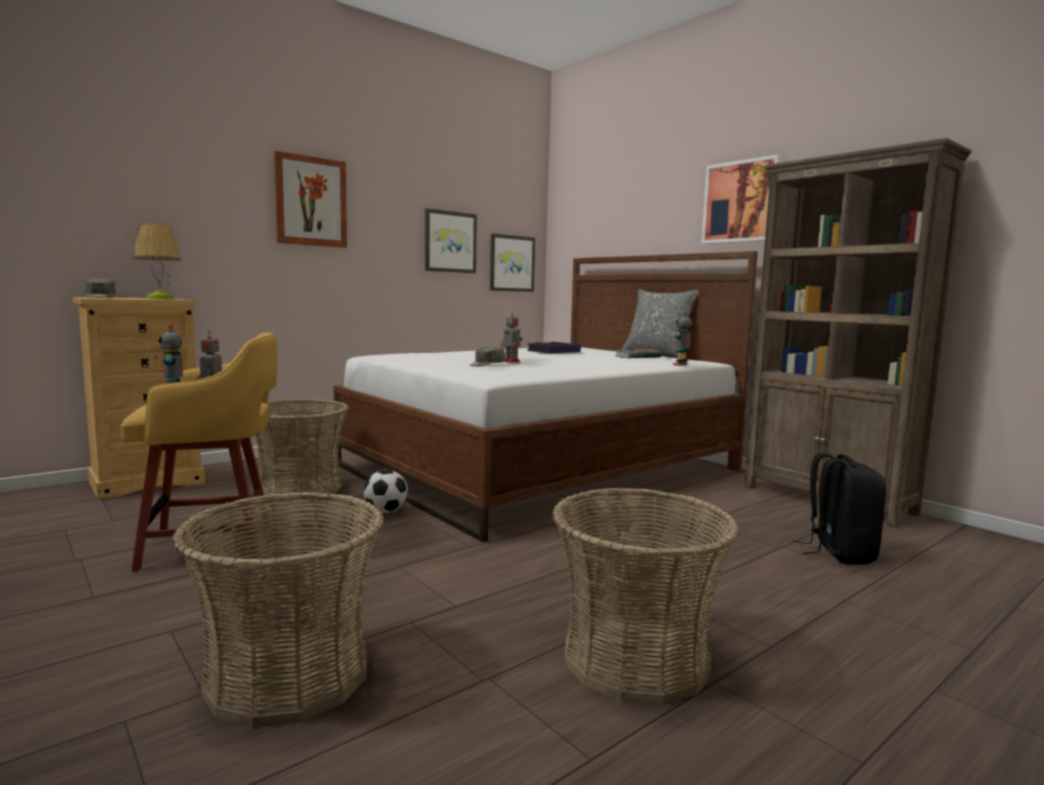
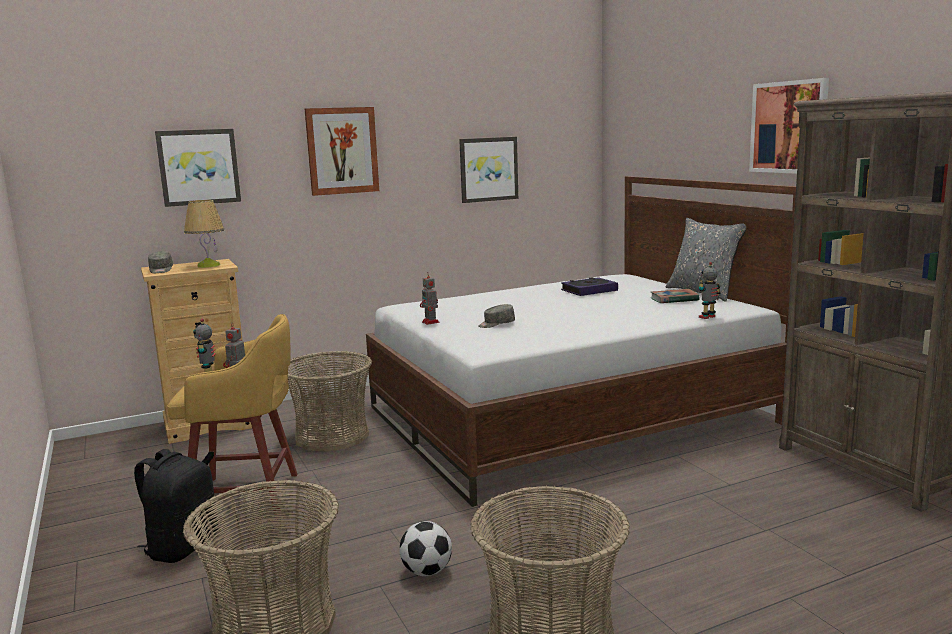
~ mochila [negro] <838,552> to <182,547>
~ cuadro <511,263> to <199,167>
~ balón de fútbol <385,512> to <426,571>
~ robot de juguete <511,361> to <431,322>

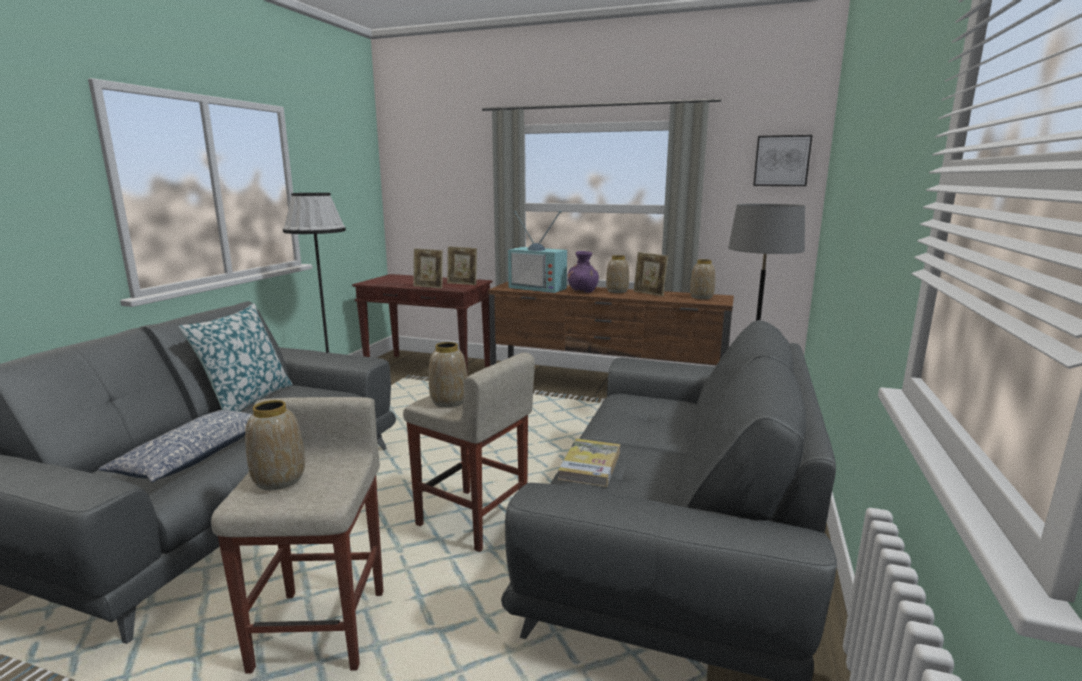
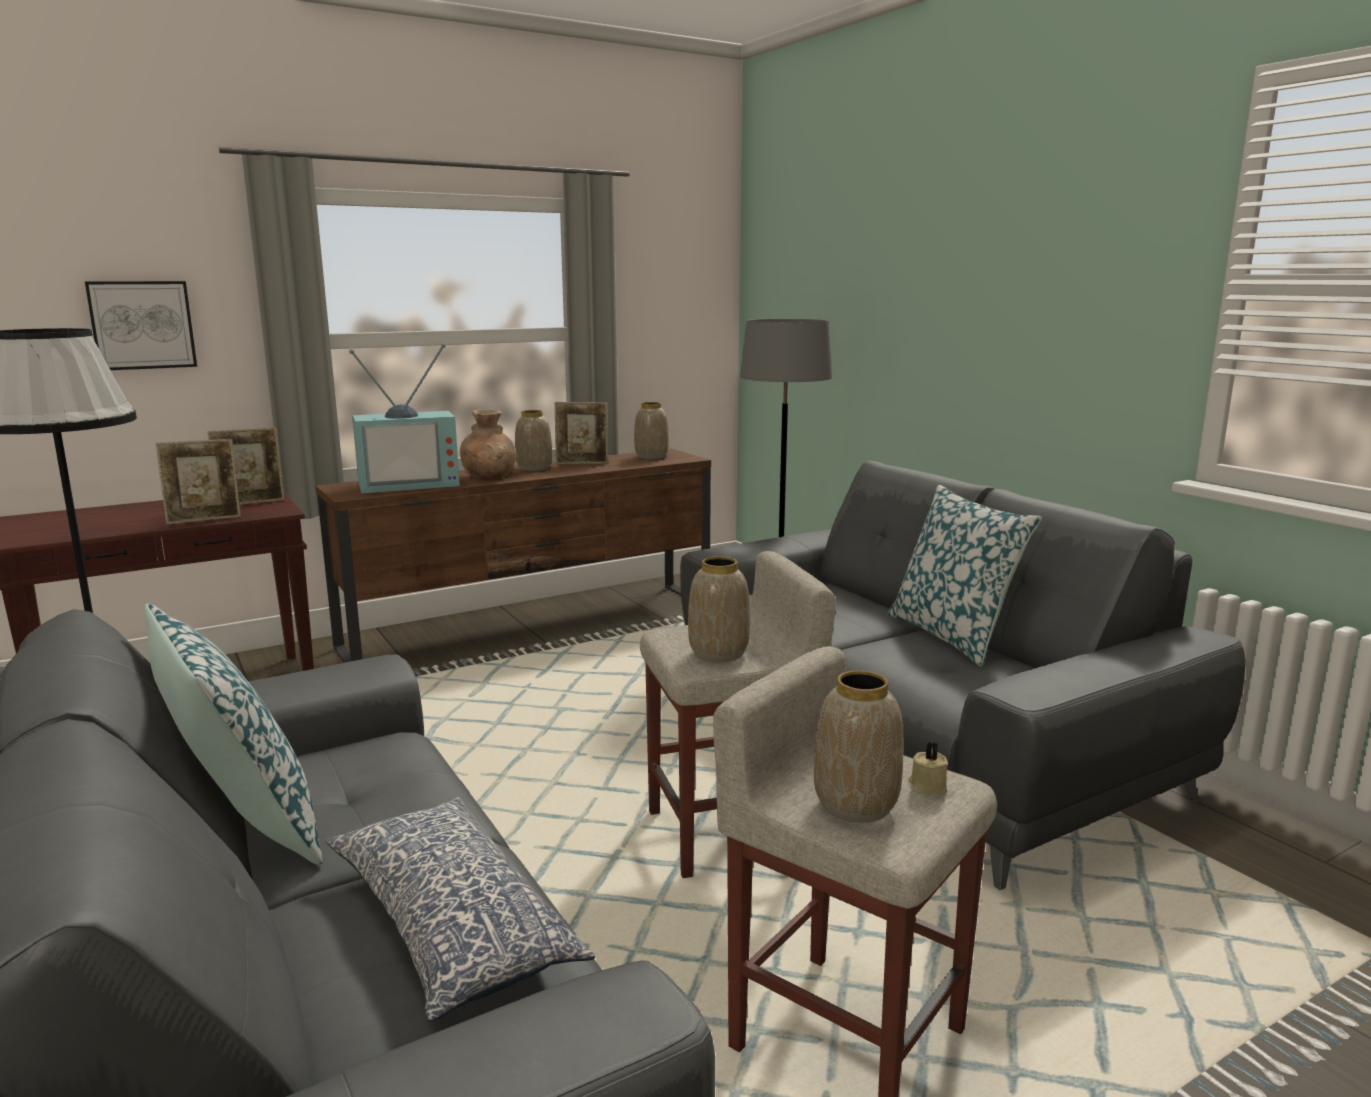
~ cuadro <781,161> to <142,325>
~ florero [morado] <583,291> to florero [marrón] <489,476>
+ cojín <953,636>
+ vela [beis] <927,786>
- libro <590,465>

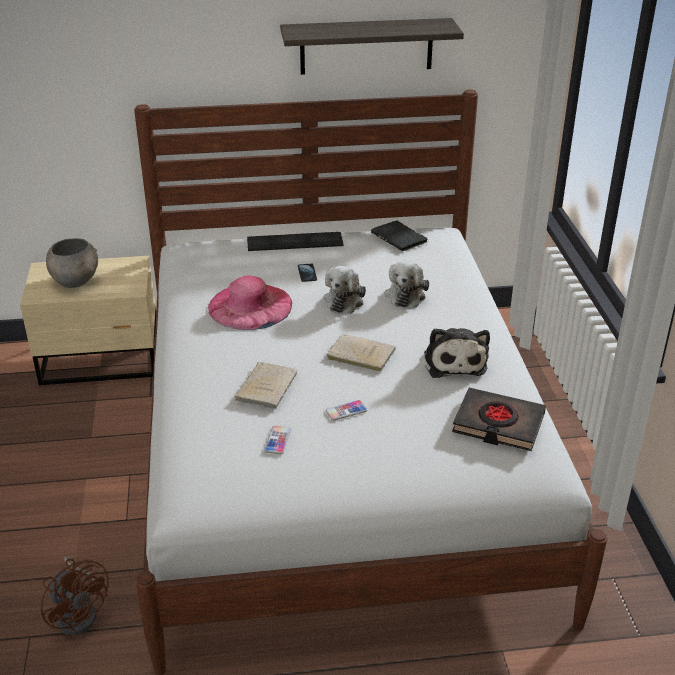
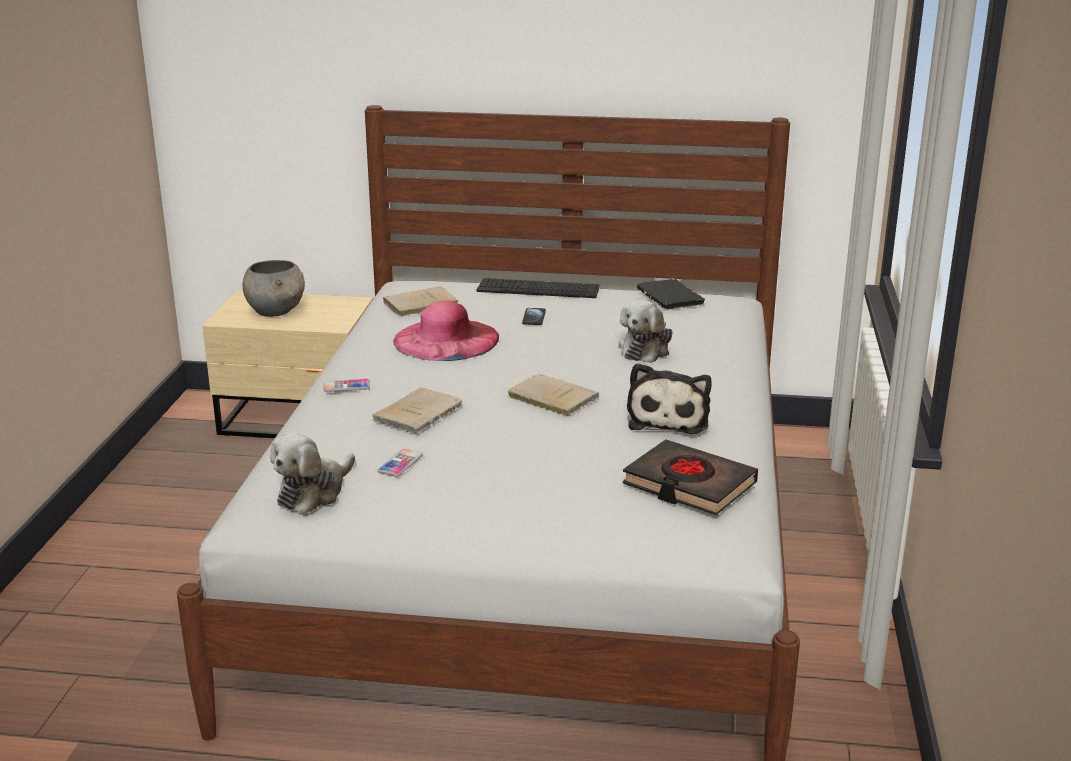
~ peluche <345,300> to <314,492>
~ móvil <346,411> to <346,386>
+ libro [beis] <418,304>
- ventilador [marrón] <80,613>
- estante <366,46>

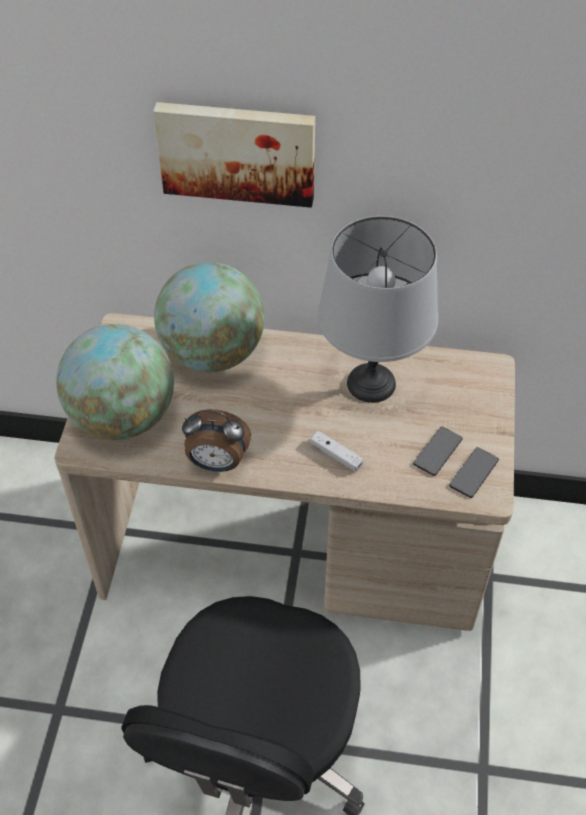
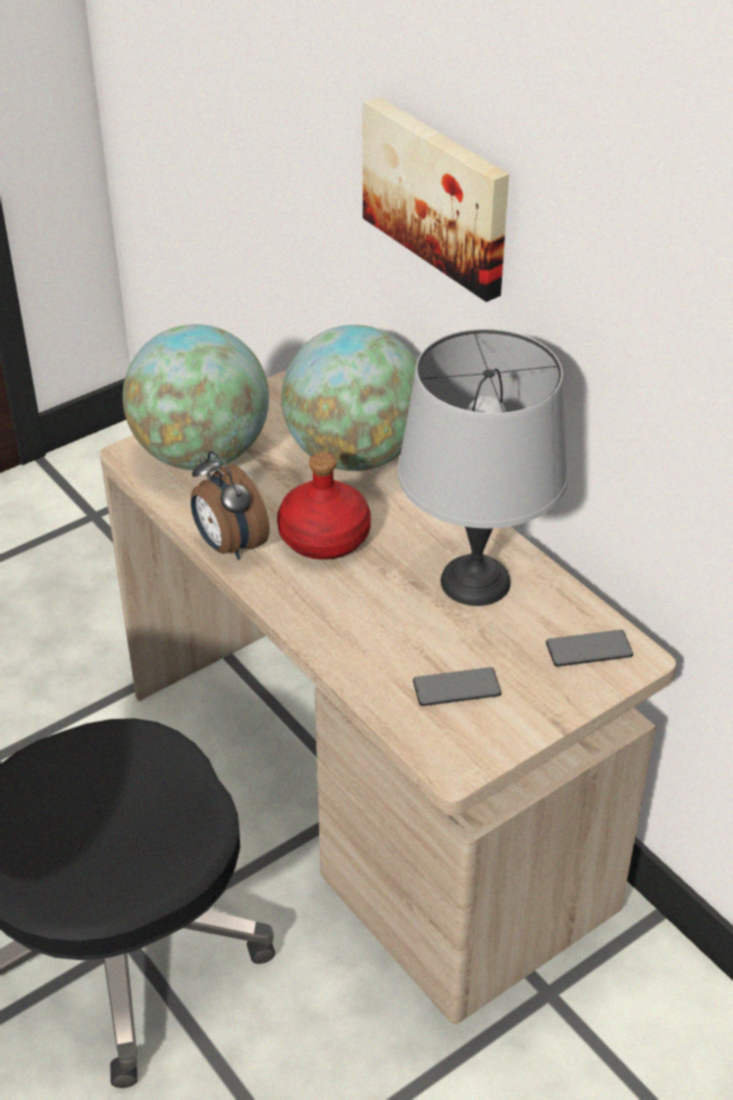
+ botella [rojo] <325,538>
~ móvil <473,473> to <589,649>
- mando de consola [blanco] <336,455>

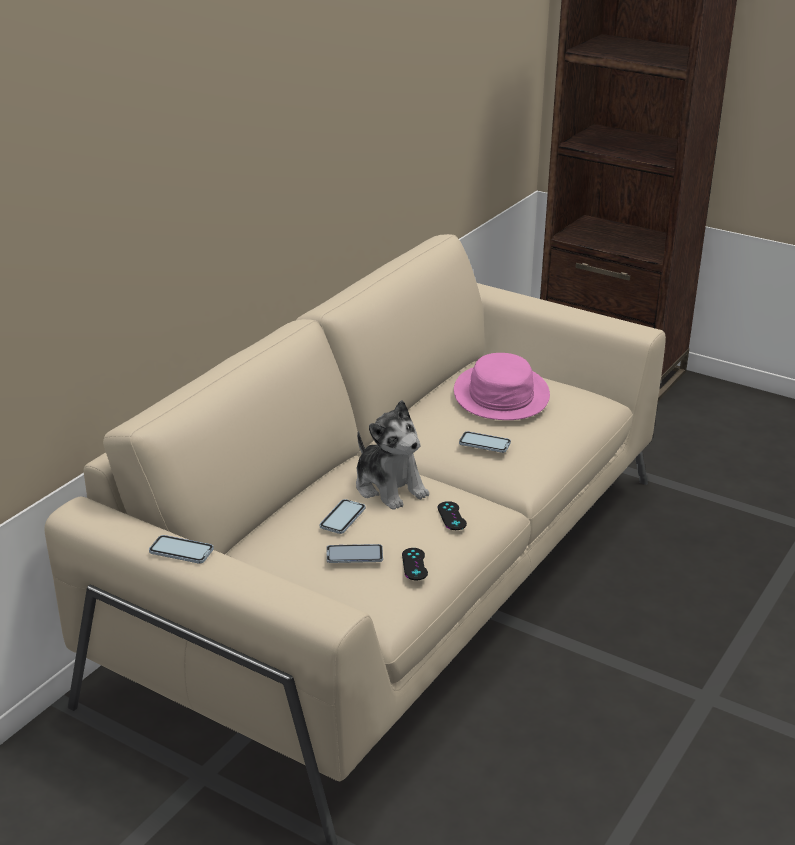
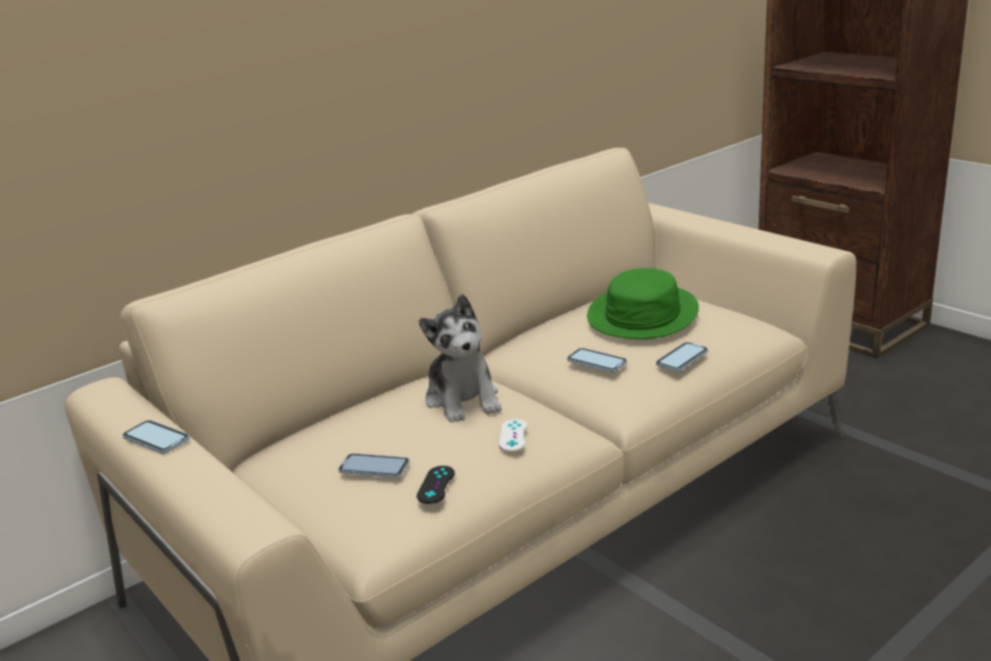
~ mando de consola [negro] <451,516> to mando de consola [blanco] <513,435>
~ sombrero [rosa] <500,395> to sombrero [verde] <642,314>
~ móvil <342,518> to <682,358>

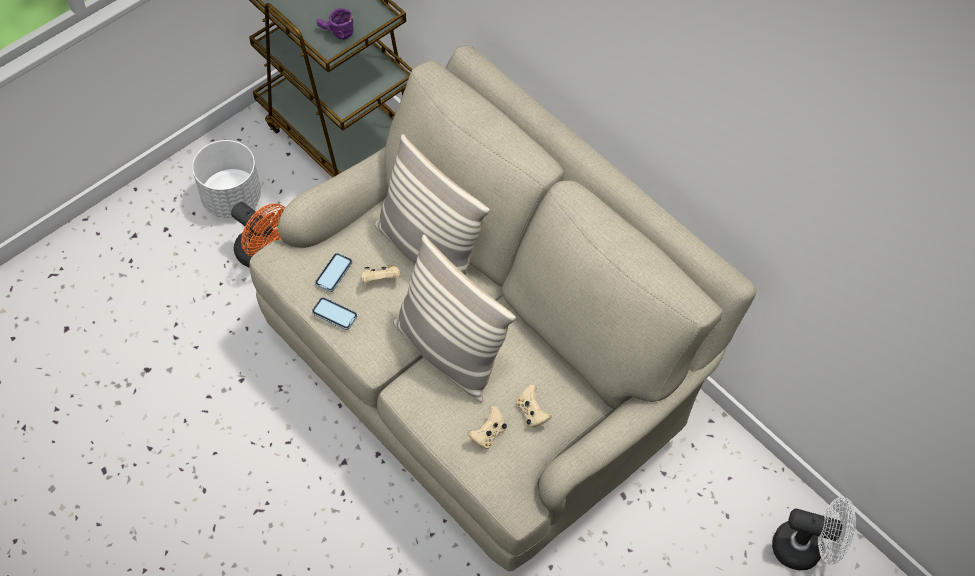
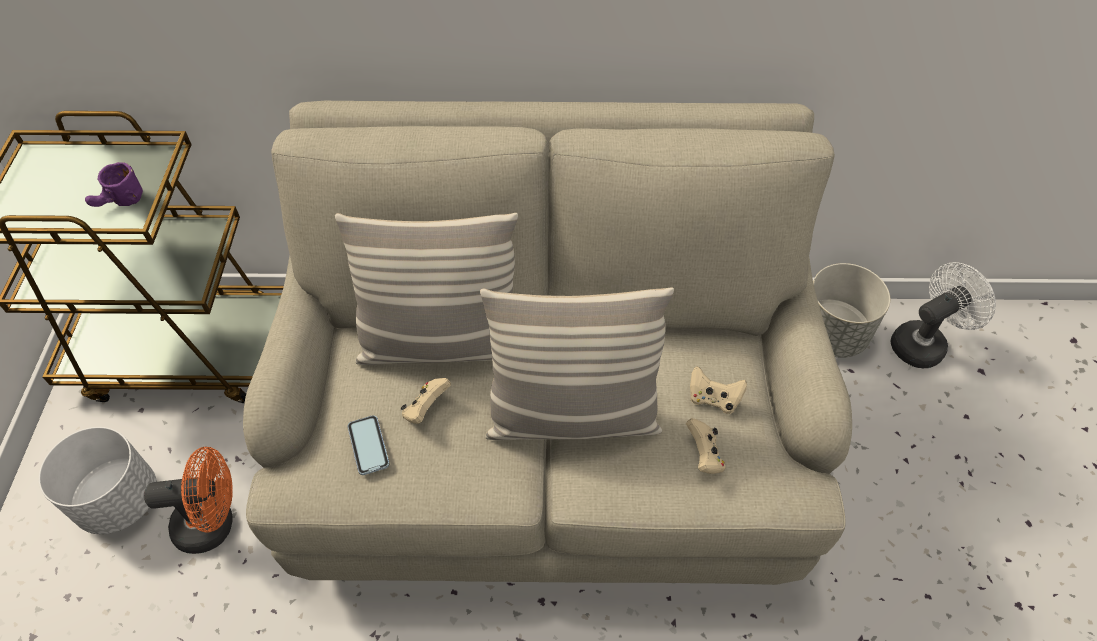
+ maceta [gris] <832,333>
- móvil <334,314>

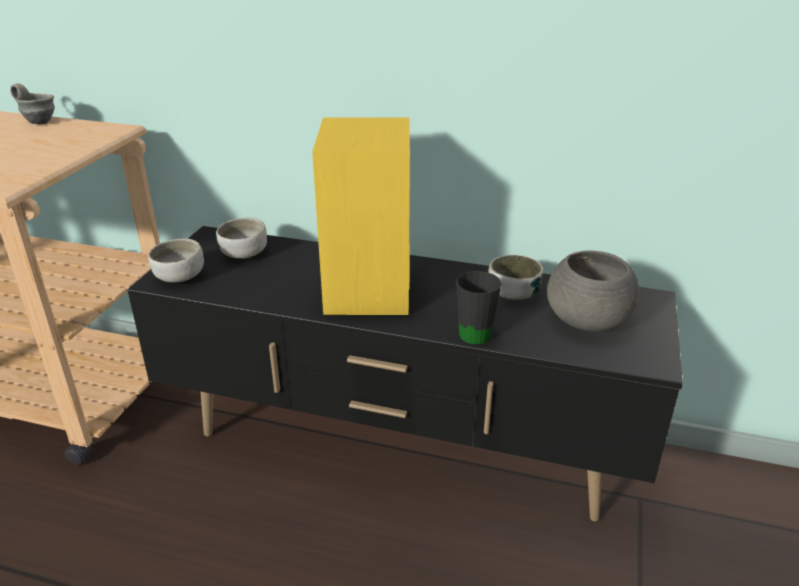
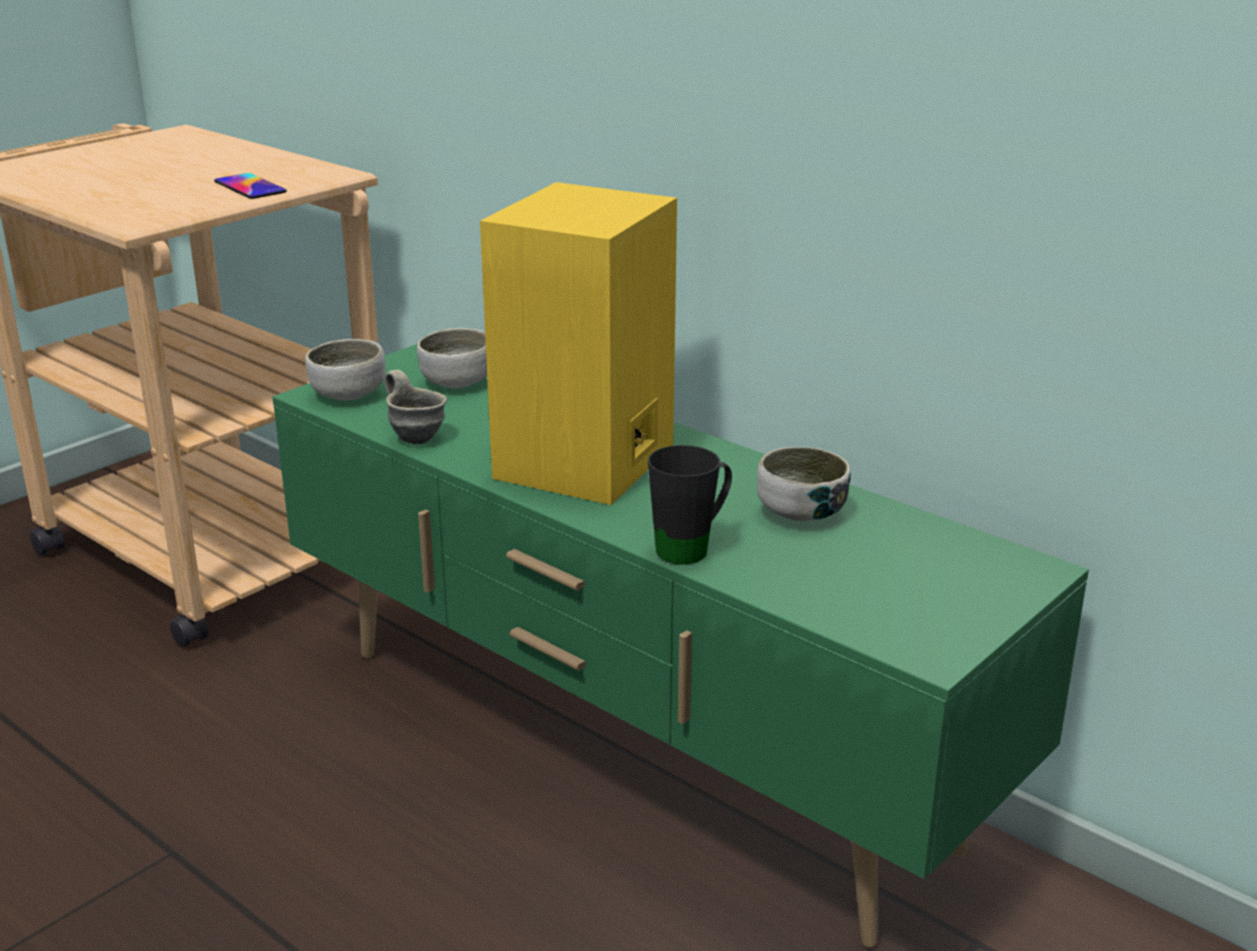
+ móvil <250,187>
~ mueble de televisión [negro] <401,446> to mueble de televisión [verde] <632,749>
~ taza grande [gris] <39,121> to <417,436>
- cuenco [gris] <587,321>

